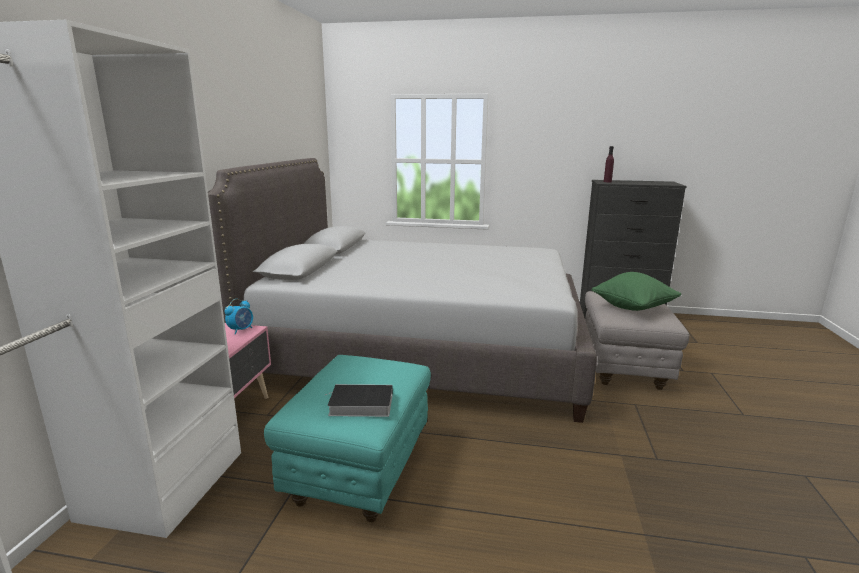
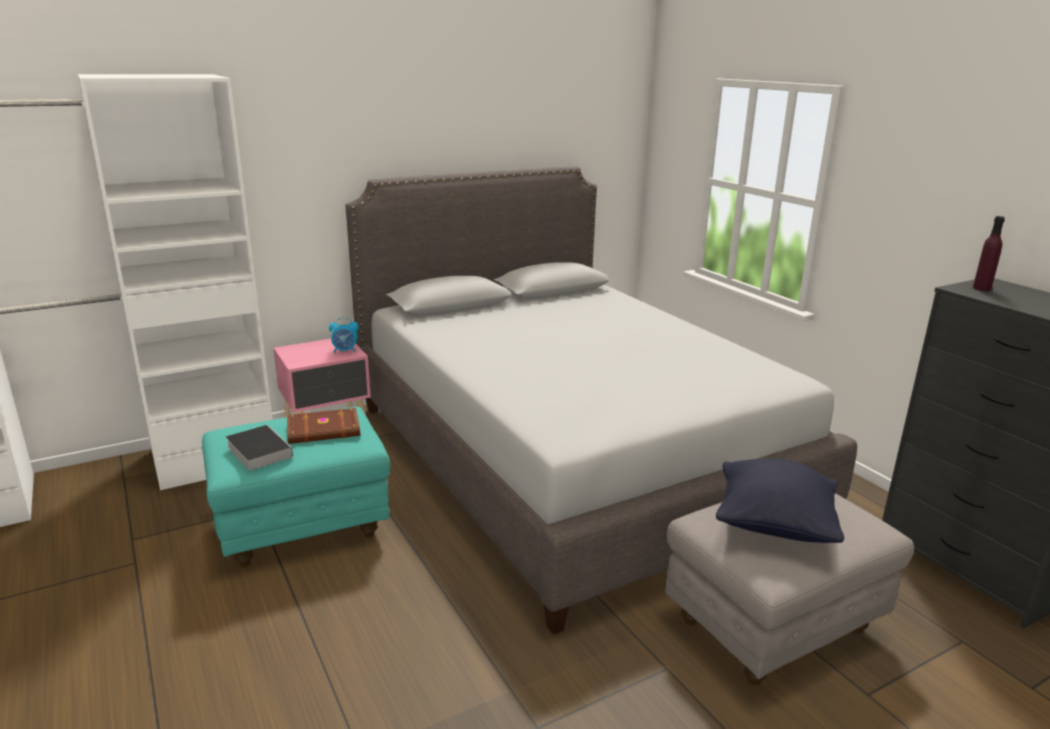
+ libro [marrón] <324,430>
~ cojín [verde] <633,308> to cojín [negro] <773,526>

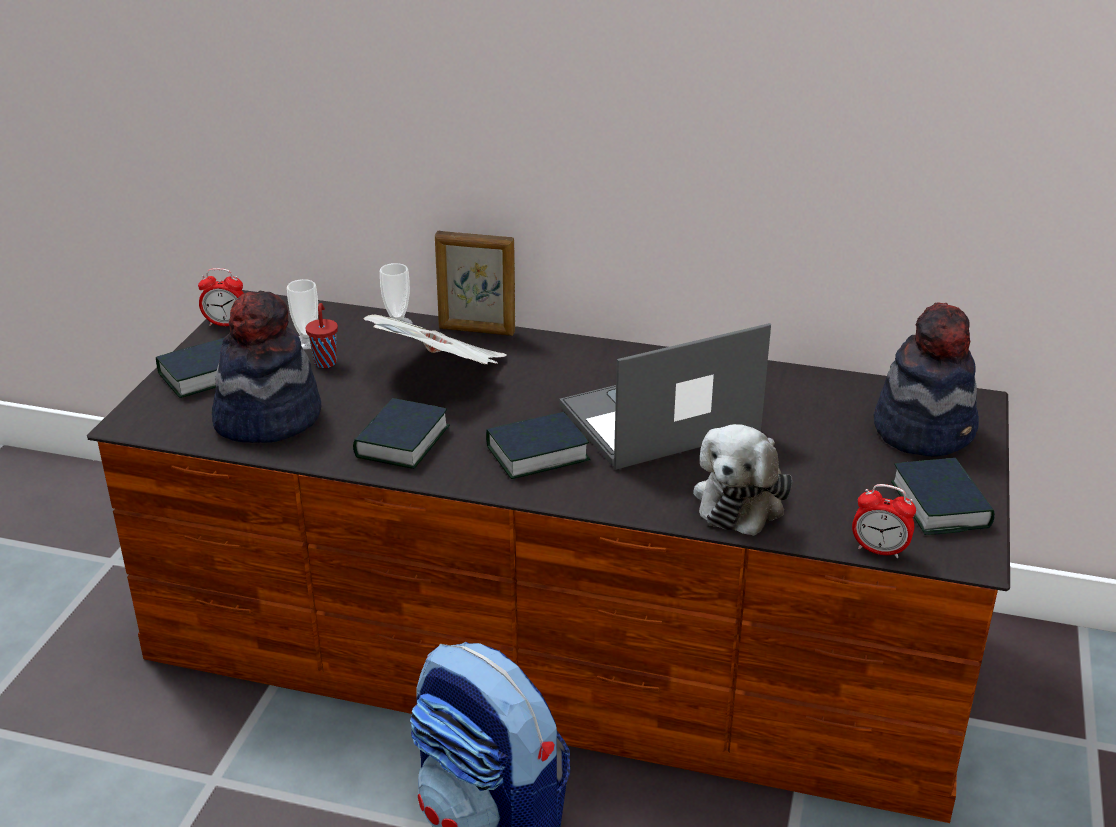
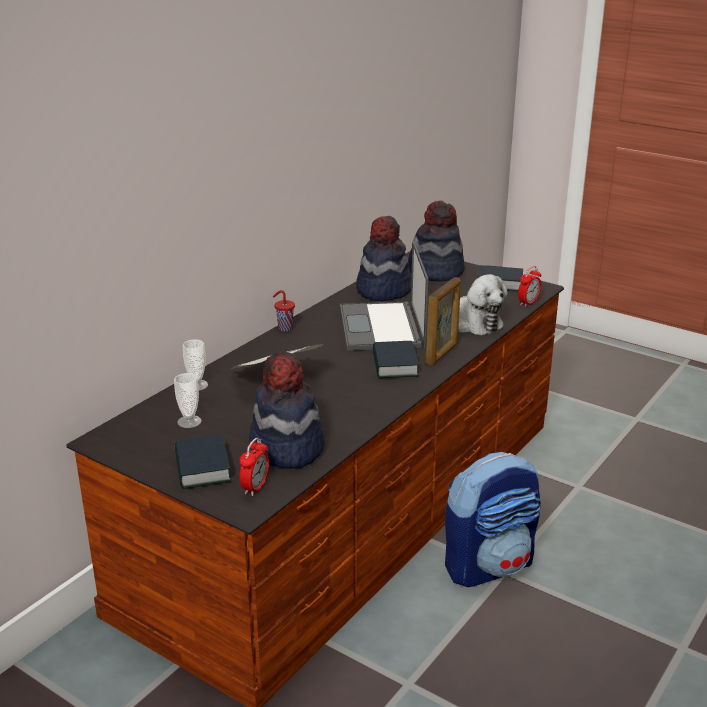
~ despertador <226,324> to <255,487>
~ taza [rojo] <325,362> to <284,328>
+ sombrero <383,290>
~ portarretratos <476,330> to <442,354>
- libro <402,442>

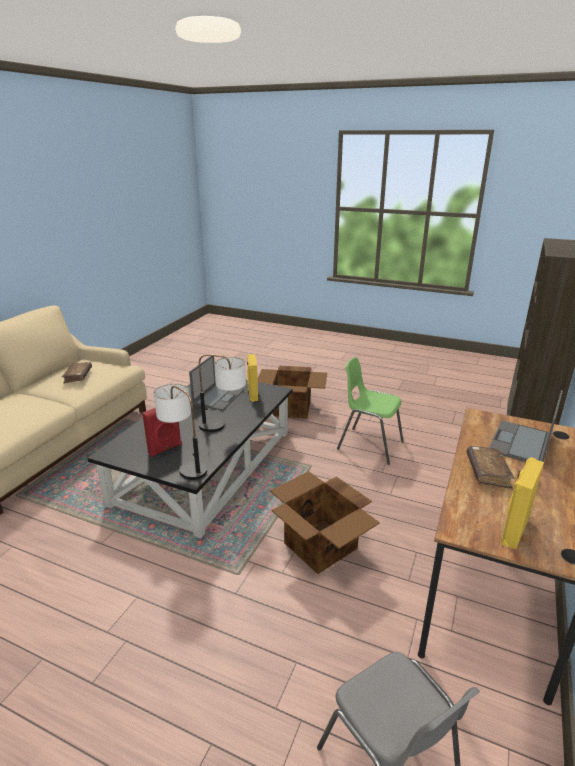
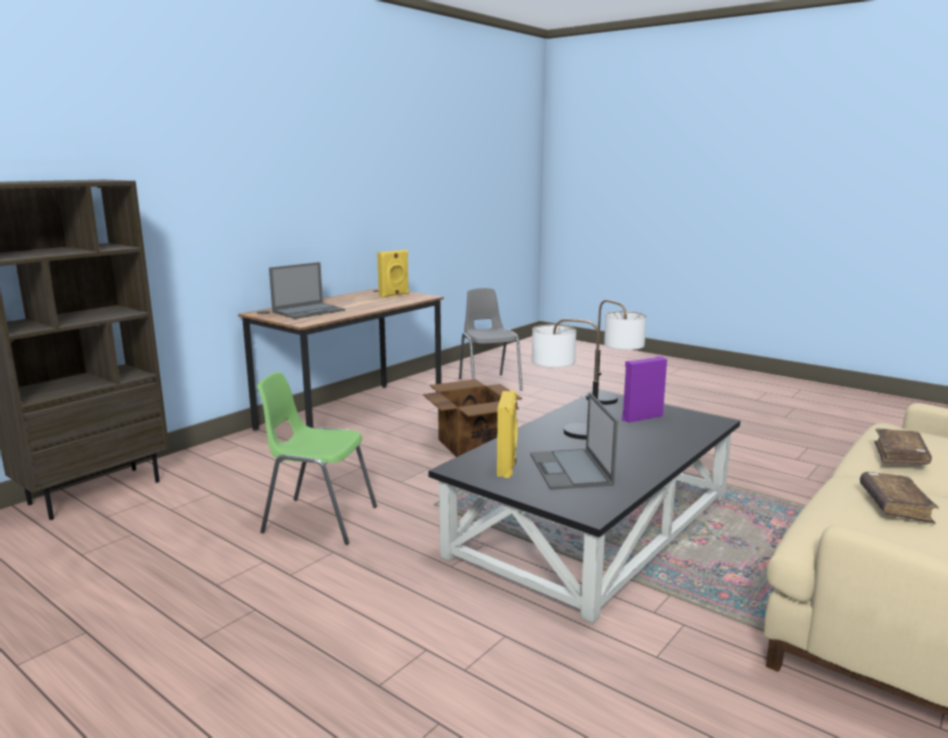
~ silla [verde] <369,445> = <319,520> 150 degrees clockwise
~ portátil <218,397> = <571,470> 45 degrees counterclockwise
~ altavoz [rojo] <165,449> to altavoz [morado] <641,417>
~ libro [marrón] <487,472> to <900,455>
- caja de cartón <292,408>

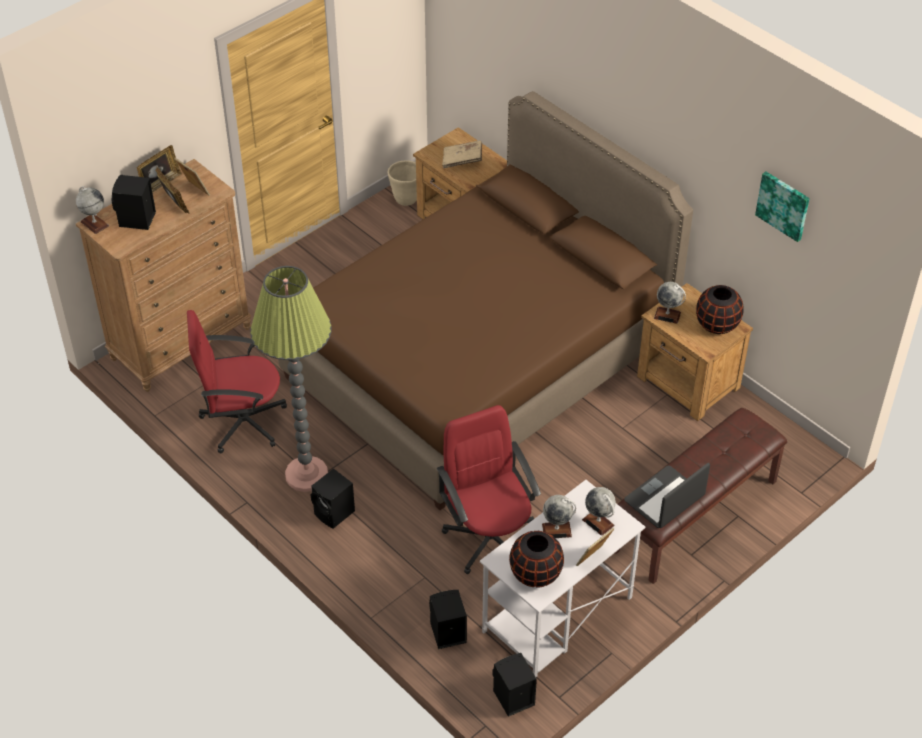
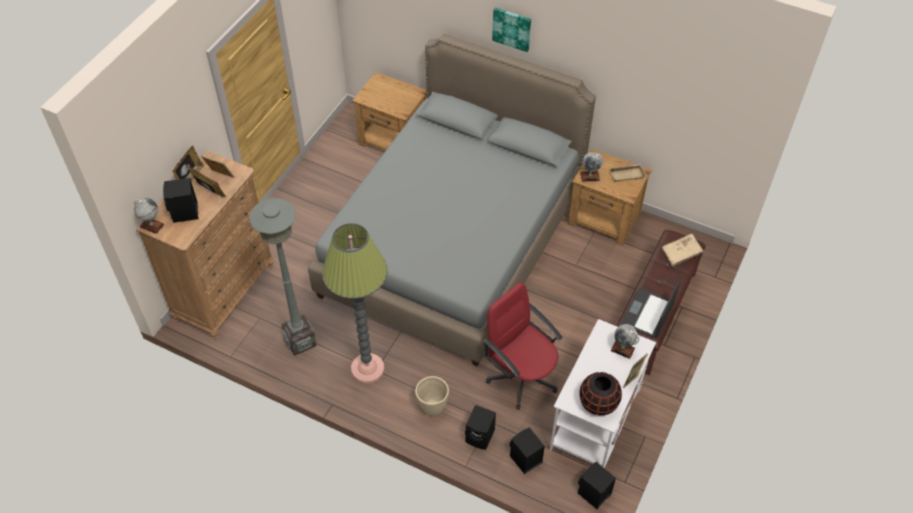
~ silla de oficina [rojo] <242,422> to lámpara de pie [gris] <300,341>
~ cama [marrón] <479,359> to cama [gris] <453,242>
~ maceta [beis] <406,199> to <432,407>
~ altavoz [negro] <335,513> to <481,437>
~ cuadro <783,205> to <512,28>
~ florero [negro] <717,325> to bandeja [beis] <627,174>
~ libro [beis] <462,160> to <681,254>
- globo terráqueo <557,530>

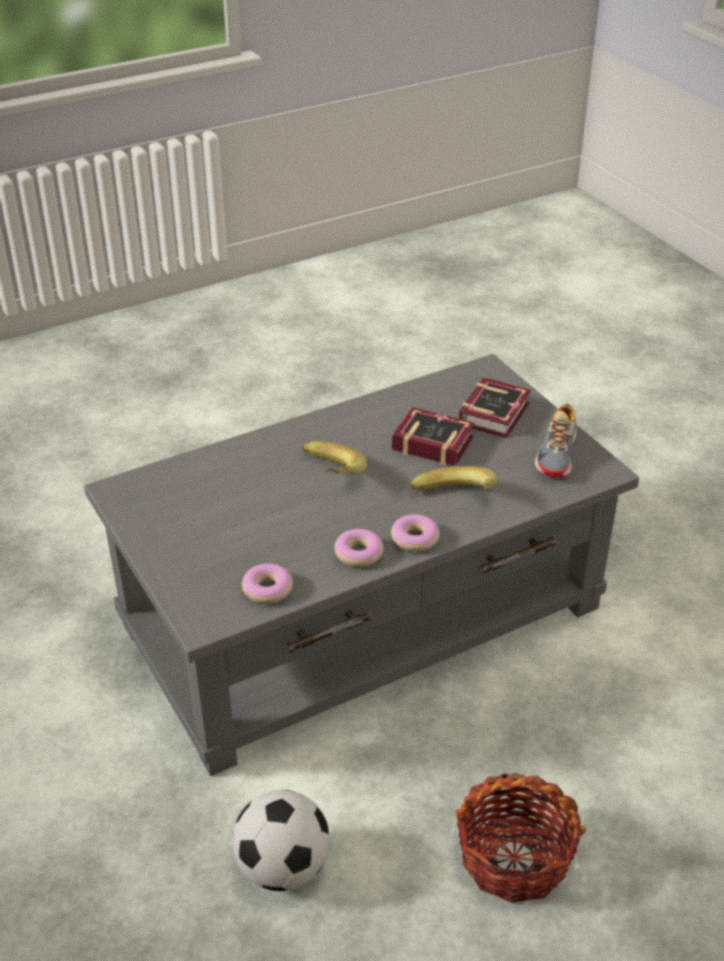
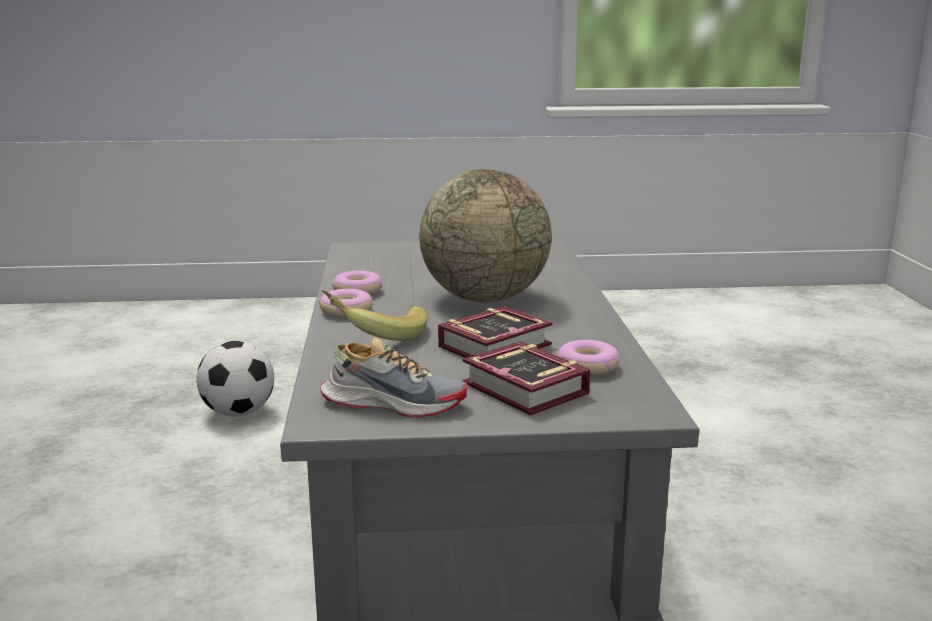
~ zapato <558,454> = <393,403> 150 degrees clockwise
~ plátano <328,477> to globo terráqueo <484,298>
~ rosquilla <267,589> to <587,367>
- cesta <514,858>

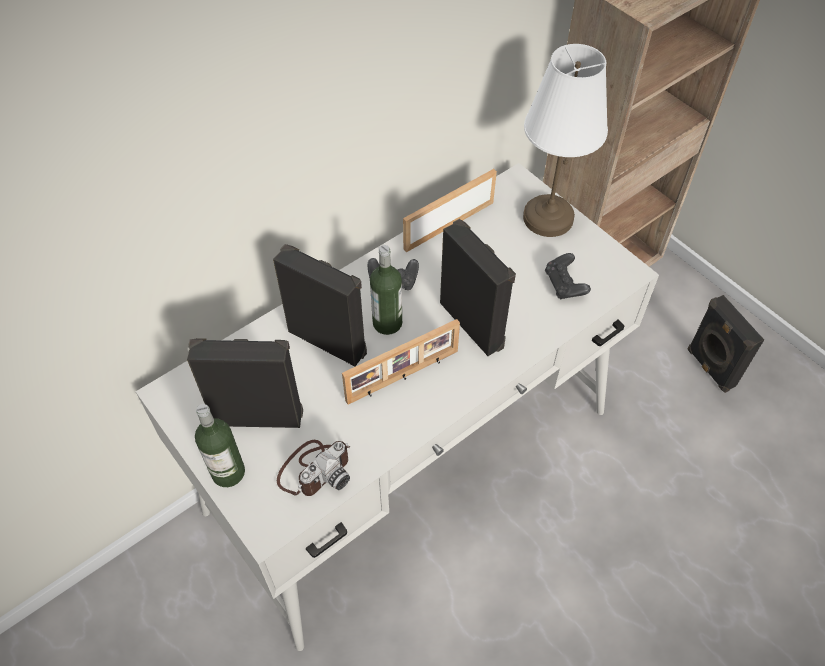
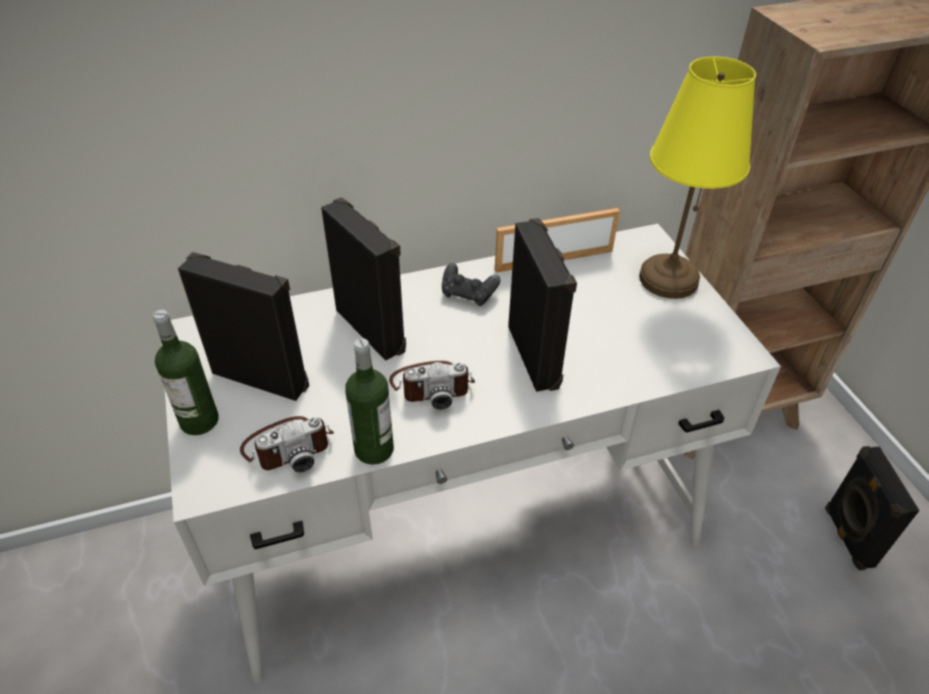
~ botella <387,323> to <374,449>
~ portarretratos <403,377> to cámara <432,385>
~ lámpara de mesa [blanco] <547,219> to lámpara de mesa [amarillo] <667,280>
- mando de consola [negro] <564,285>

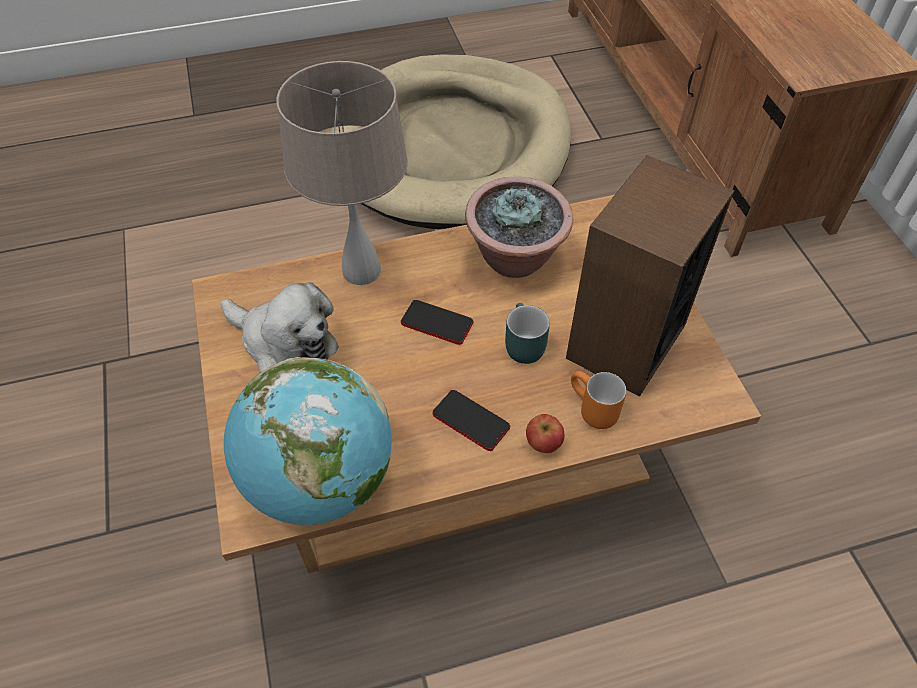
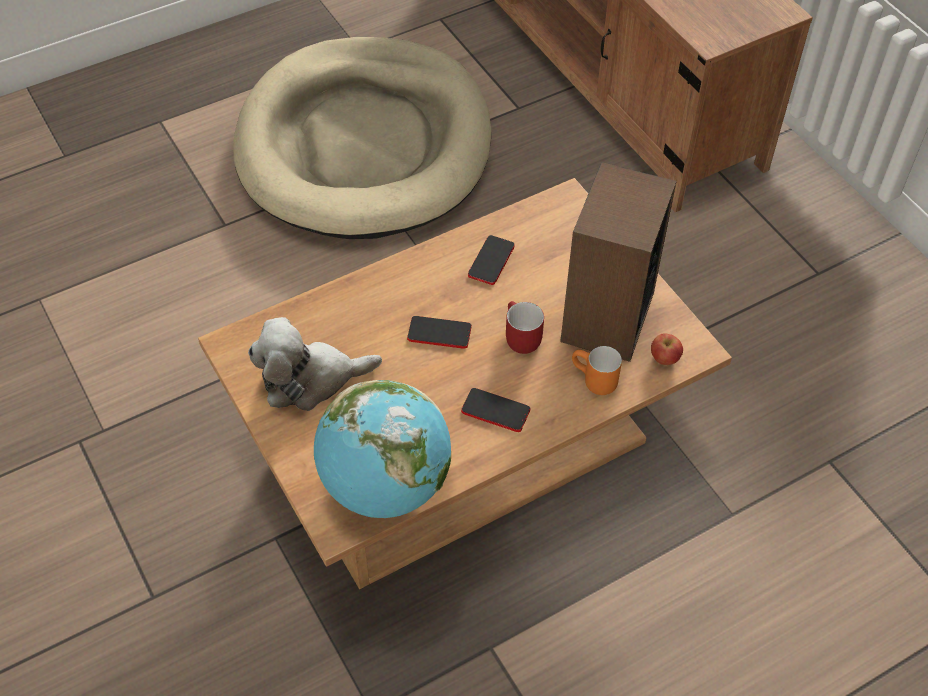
~ peluche <285,345> = <310,379> 150 degrees clockwise
~ planta en maceta <515,259> to móvil <491,261>
~ taza grande [turquesa] <520,344> to taza grande [rojo] <518,337>
~ manzana <543,443> to <664,358>
- lámpara de mesa [beis] <361,271>

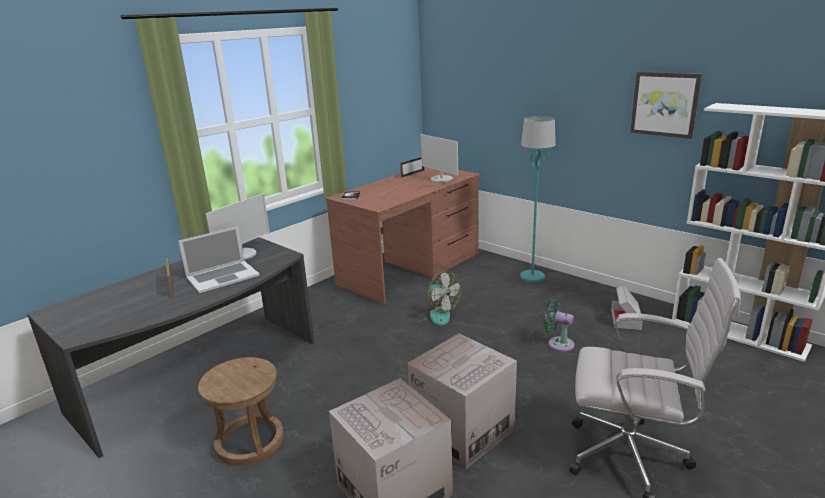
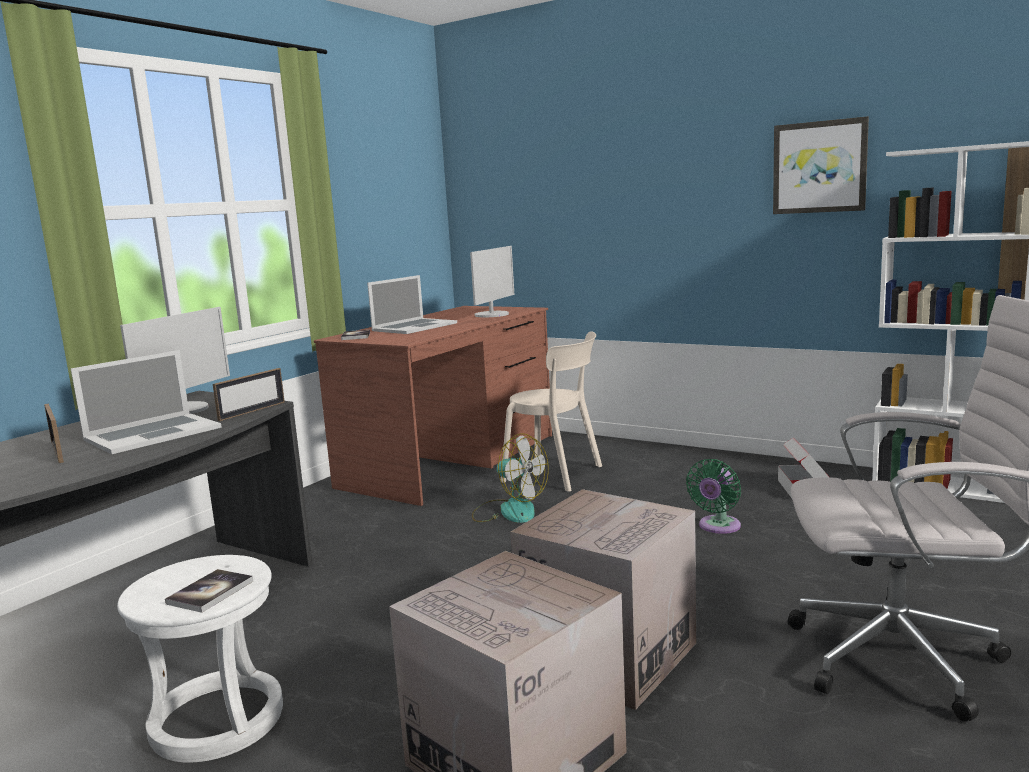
~ taburete [marrón] <250,442> to taburete [blanco] <217,720>
+ libro <210,592>
~ portarretratos <412,174> to <252,411>
+ portátil <414,327>
~ monitor <441,179> = <492,314> 105 degrees counterclockwise
+ silla [beis] <557,474>
~ ventilador [verde] <558,344> = <717,527> 75 degrees counterclockwise
- lámpara de pie [turquesa] <532,277>

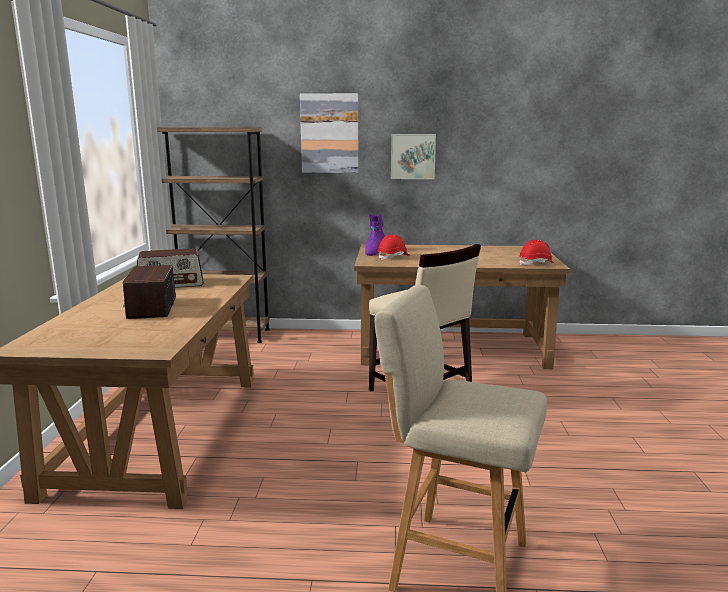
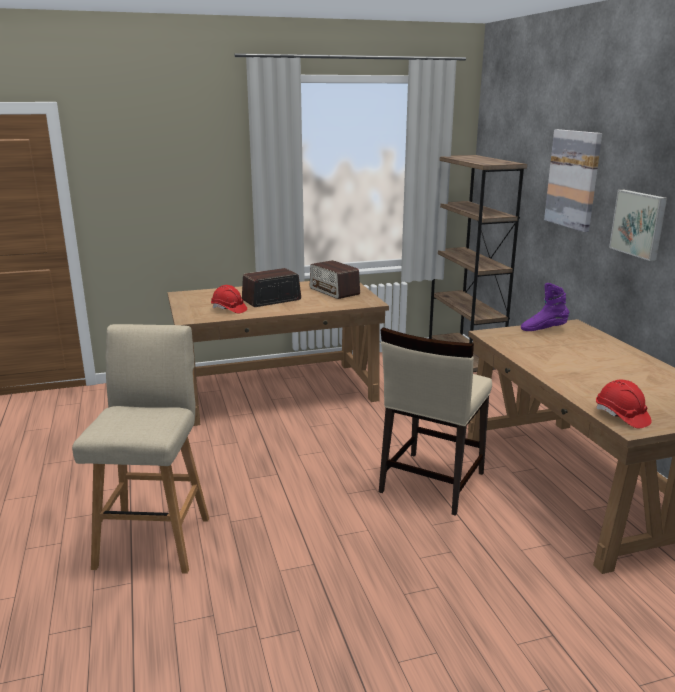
~ casco [rojo] <393,257> to <229,309>

